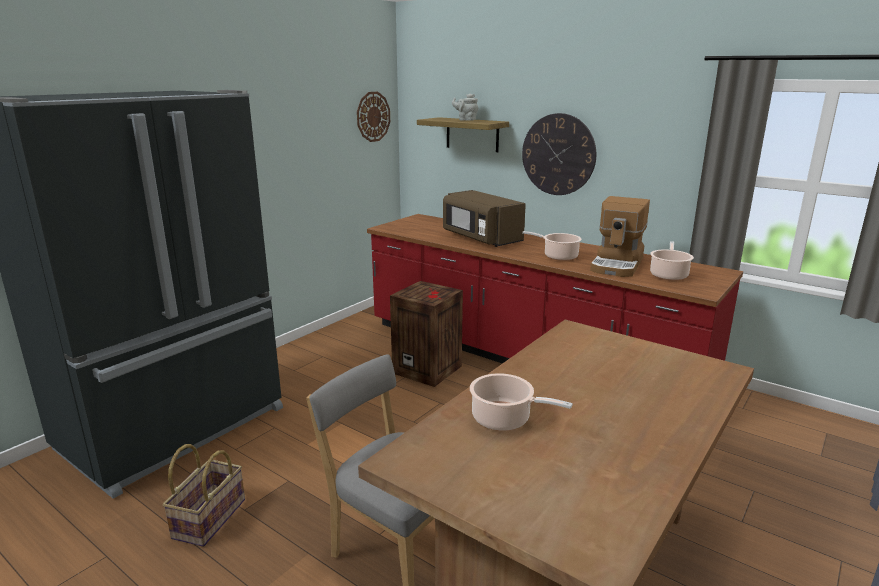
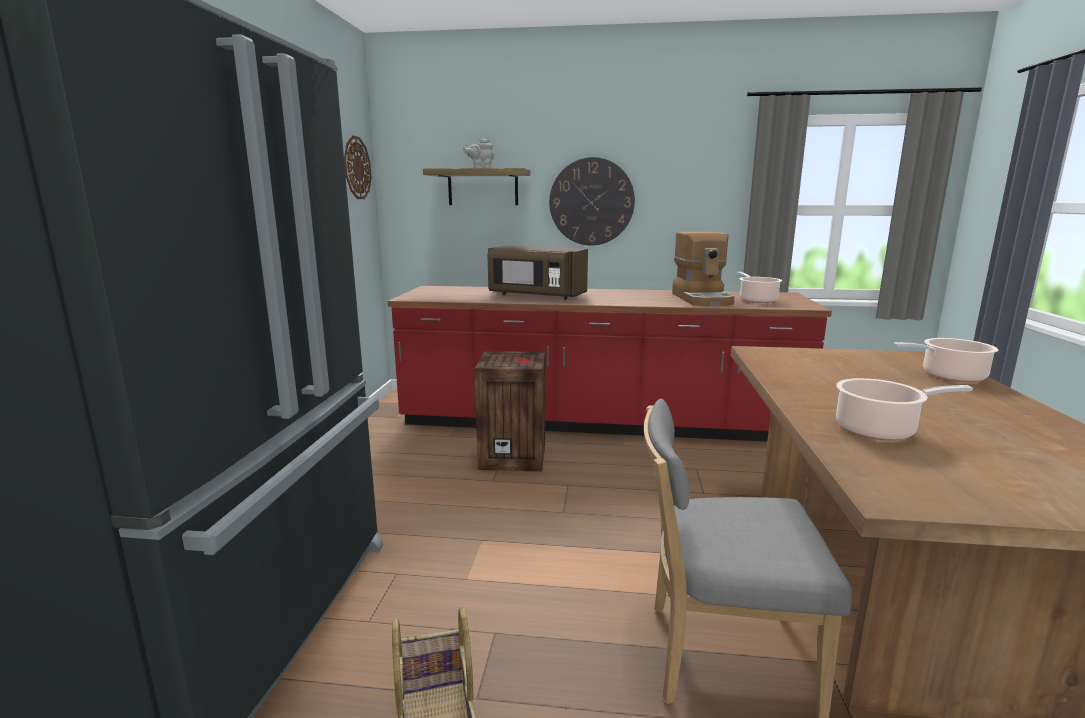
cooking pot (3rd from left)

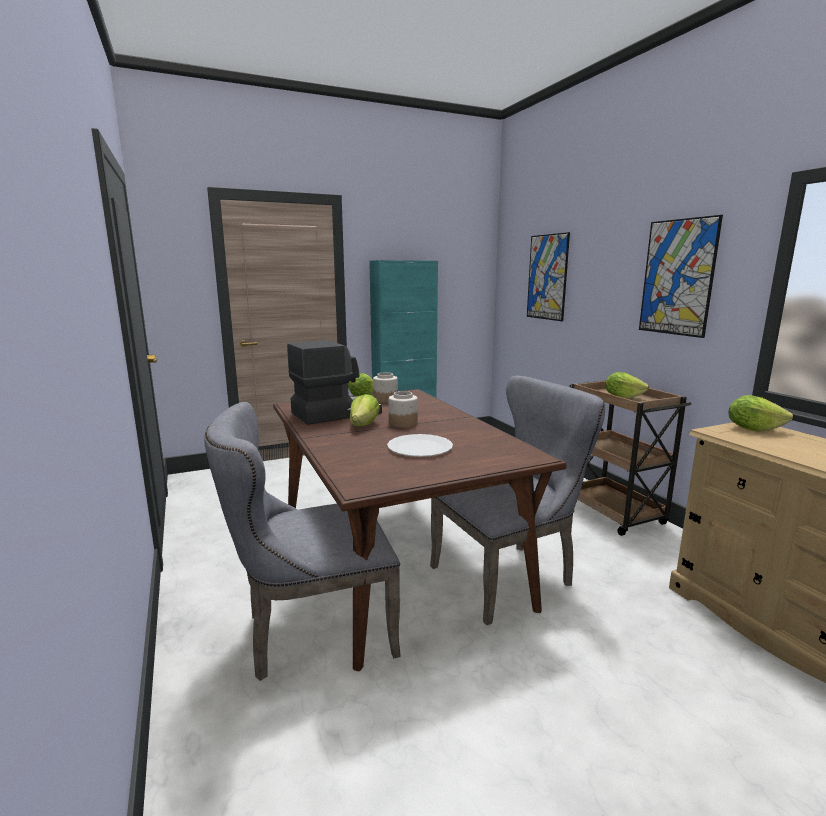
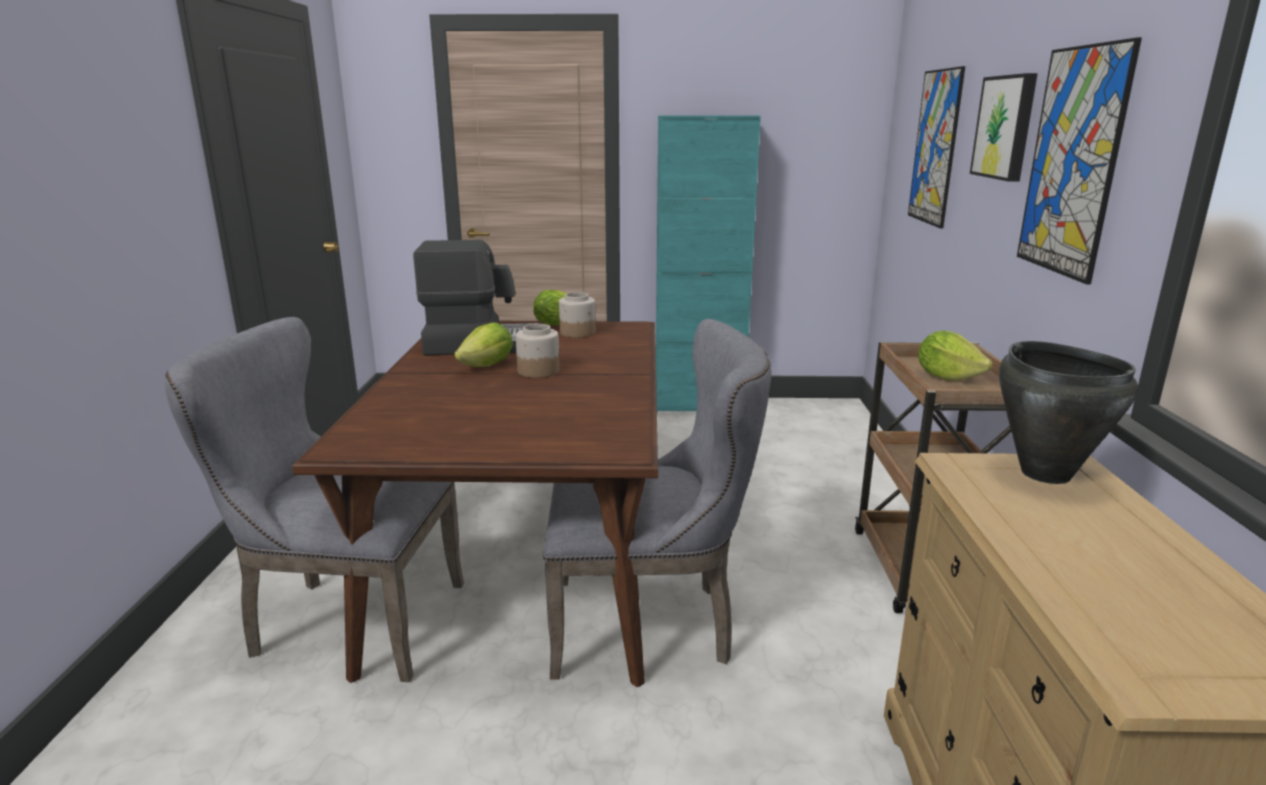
whitish plate; wall picture (2nd from left); black cooking pot

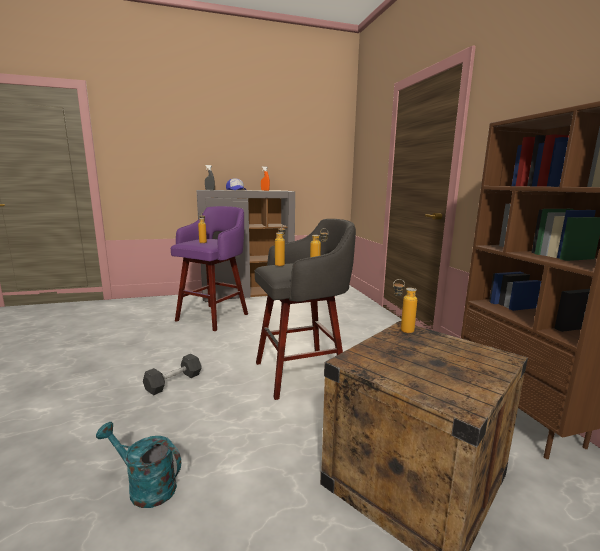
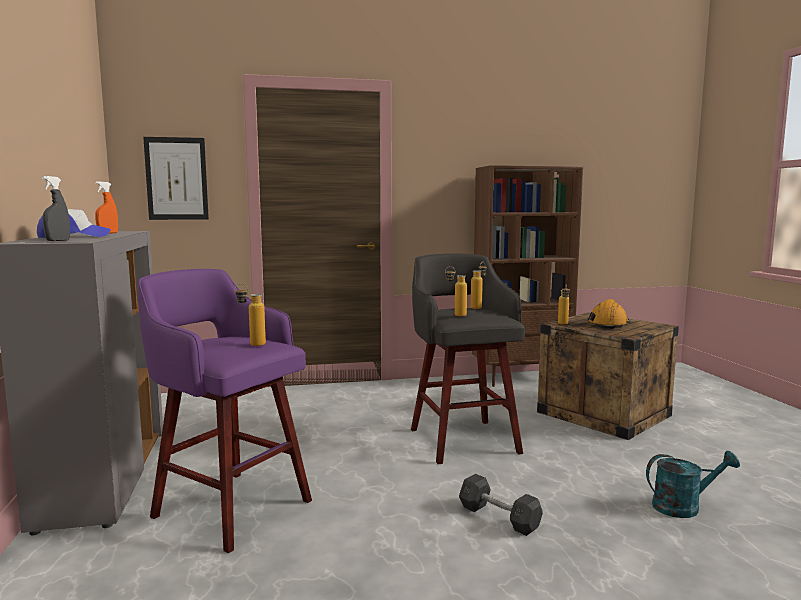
wall picture; orange-coloured work helmet; turquoise sprinkling can

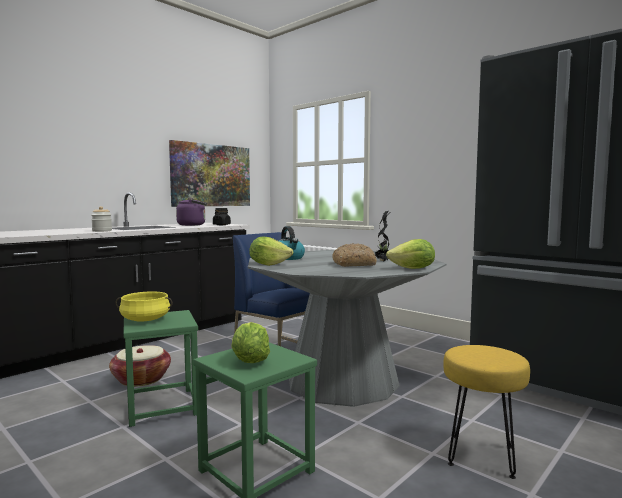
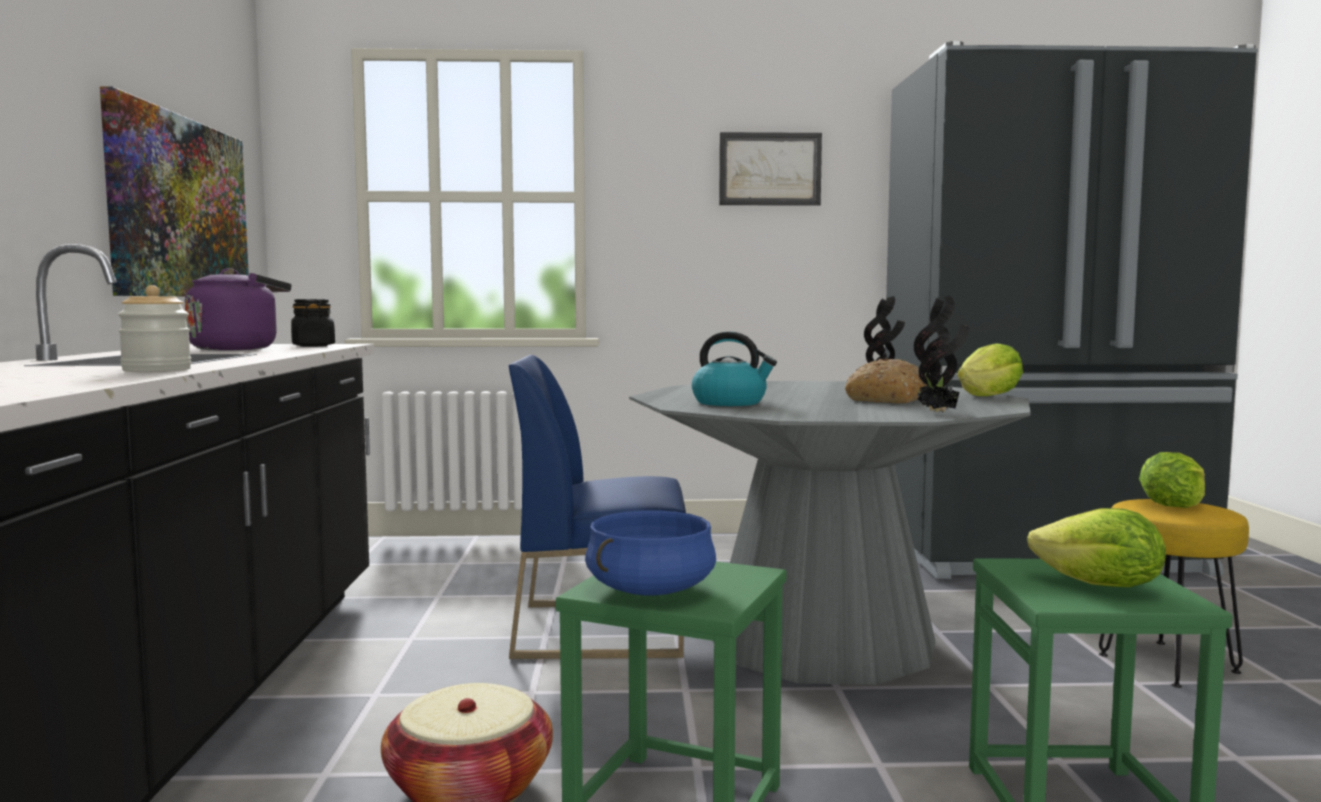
wall picture (2nd from left); houseplant (2nd from left); lettuce (3rd from left); blue-coloured cooking pot

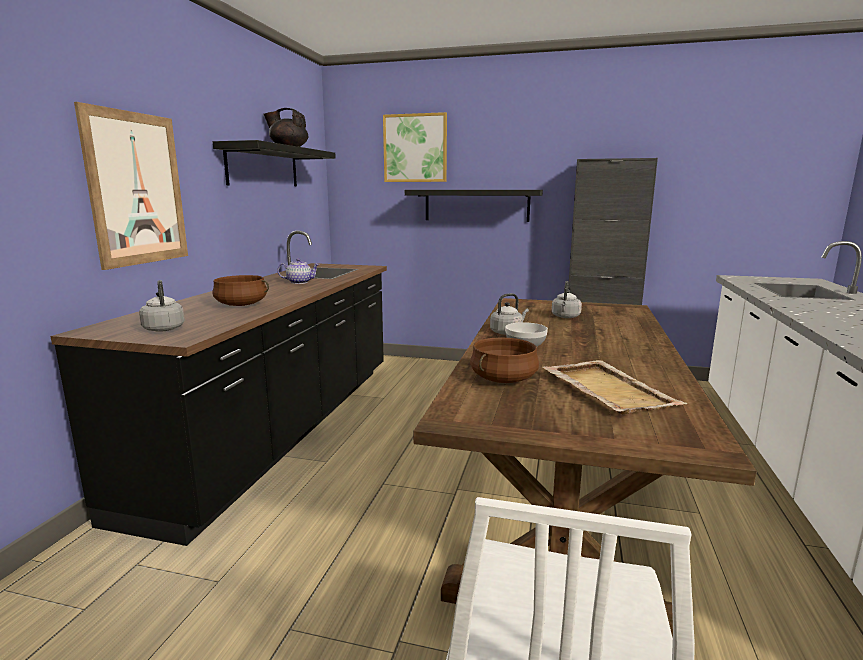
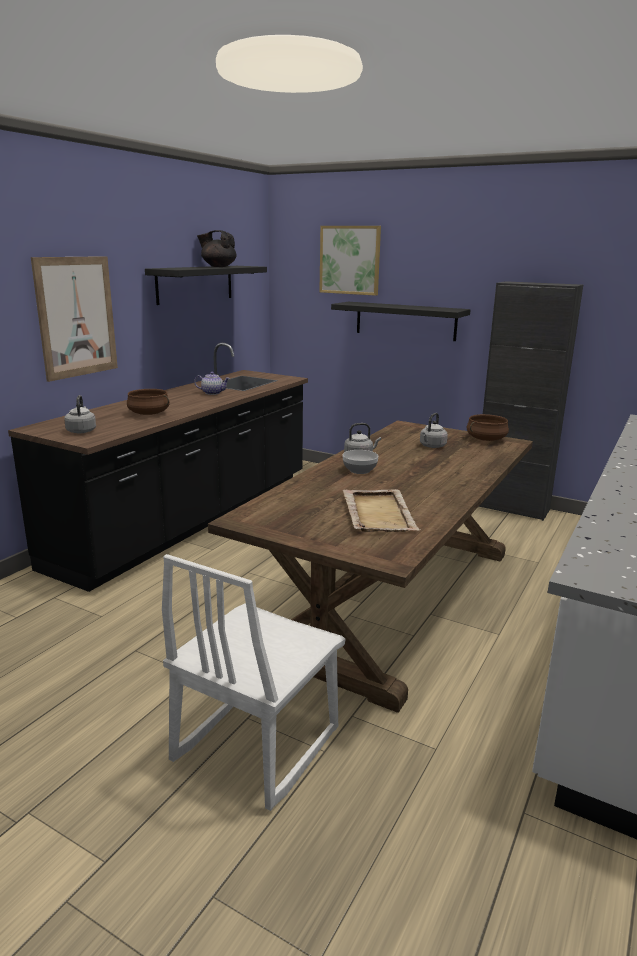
brown-coloured cooking pot (2nd from left)

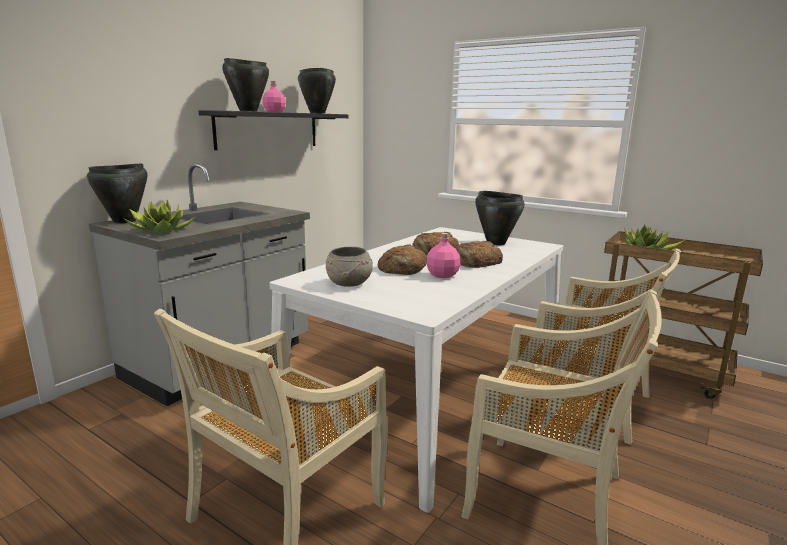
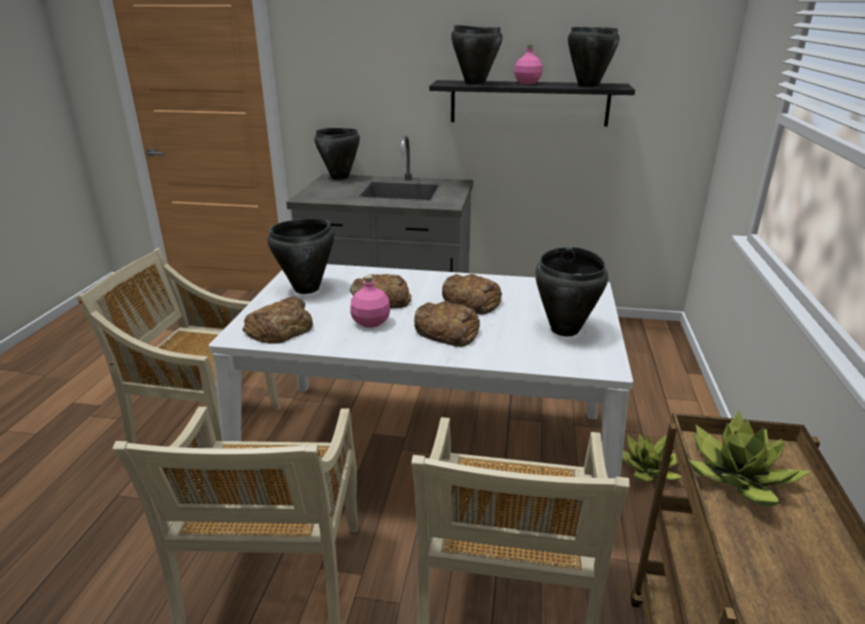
baked bread (1st from left); houseplant (1st from left); black cooking pot (1st from left)

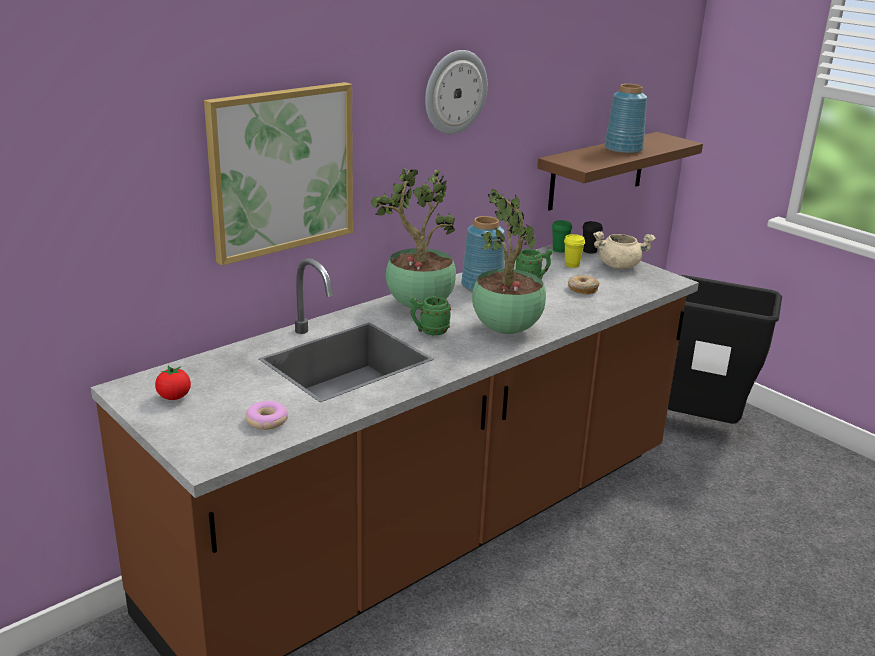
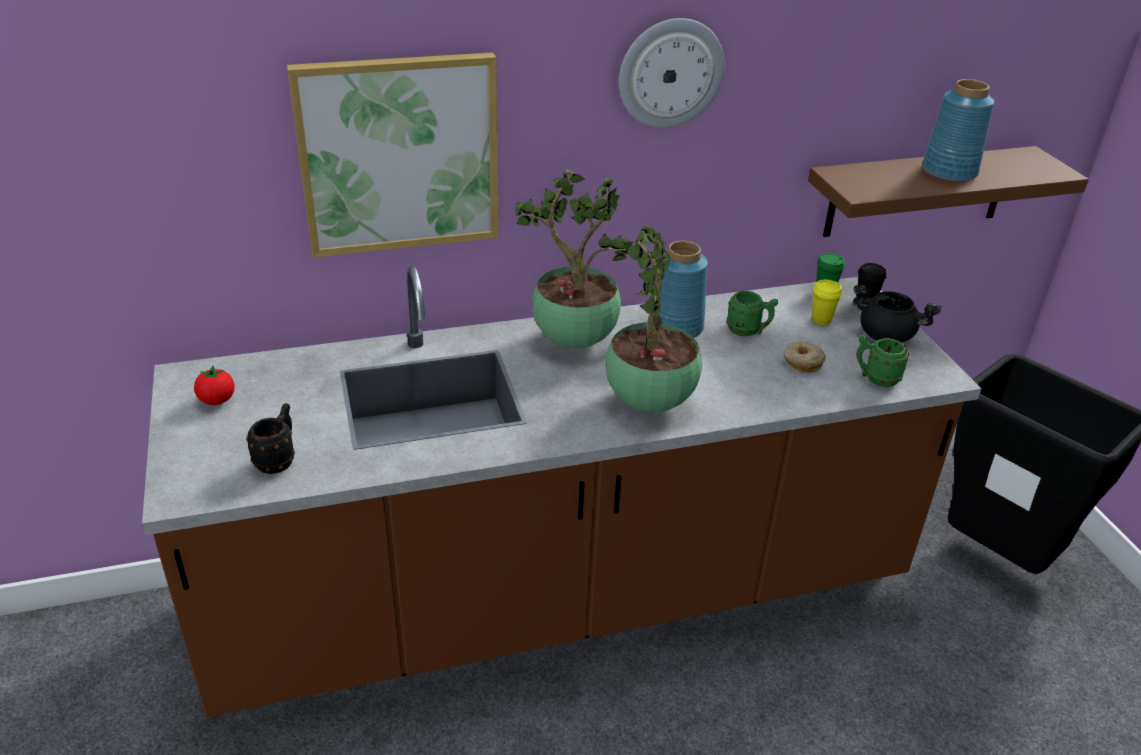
green mug (2nd from left); black mug; black cooking pot

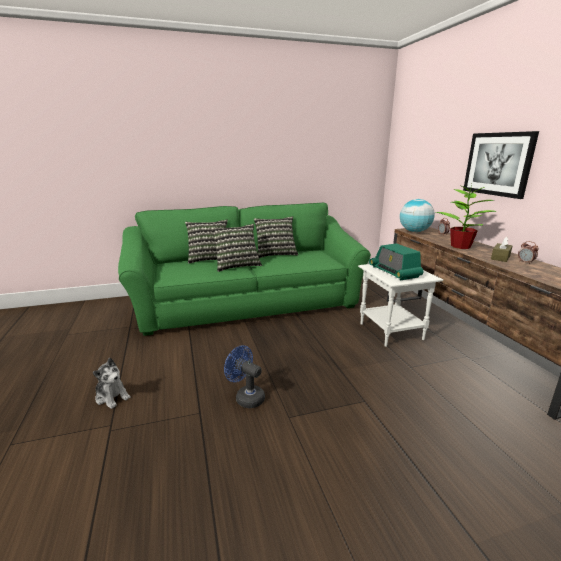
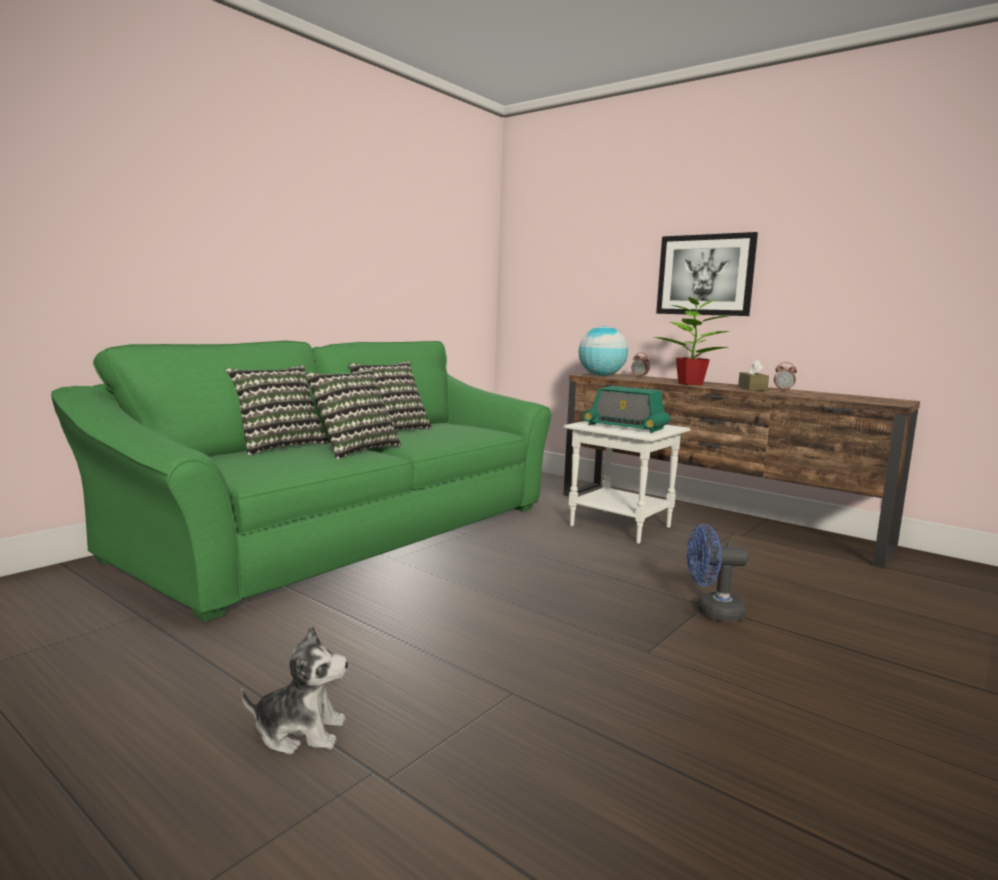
blue-coloured cooling fan

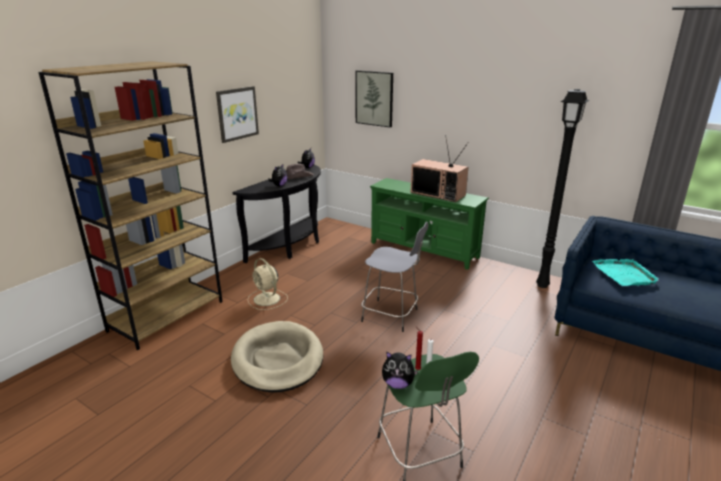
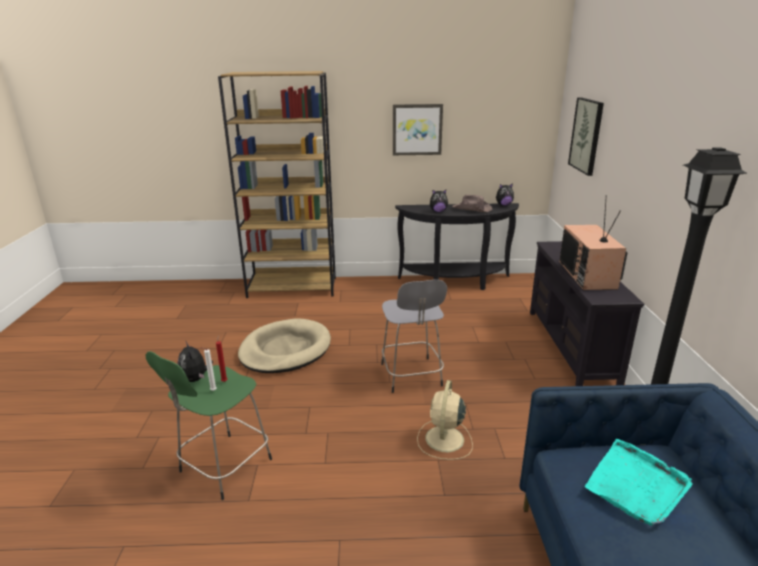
beige cooling fan; black tv unit

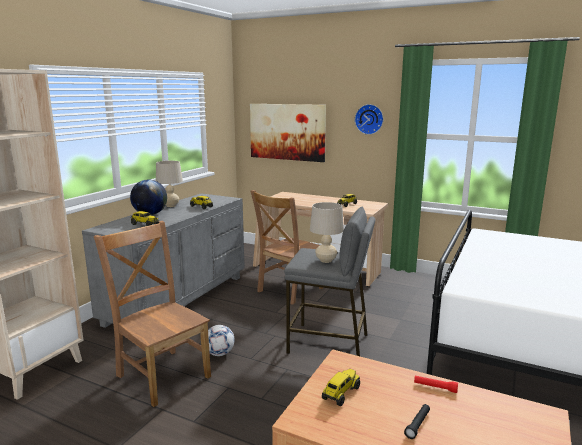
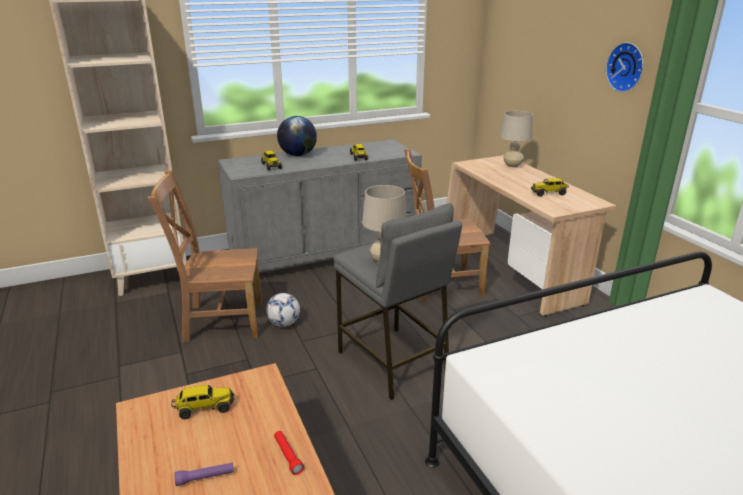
wall picture; beige lamp for a table (2nd from left); purple flashlight; brown-coloured upright chair (1st from left)

